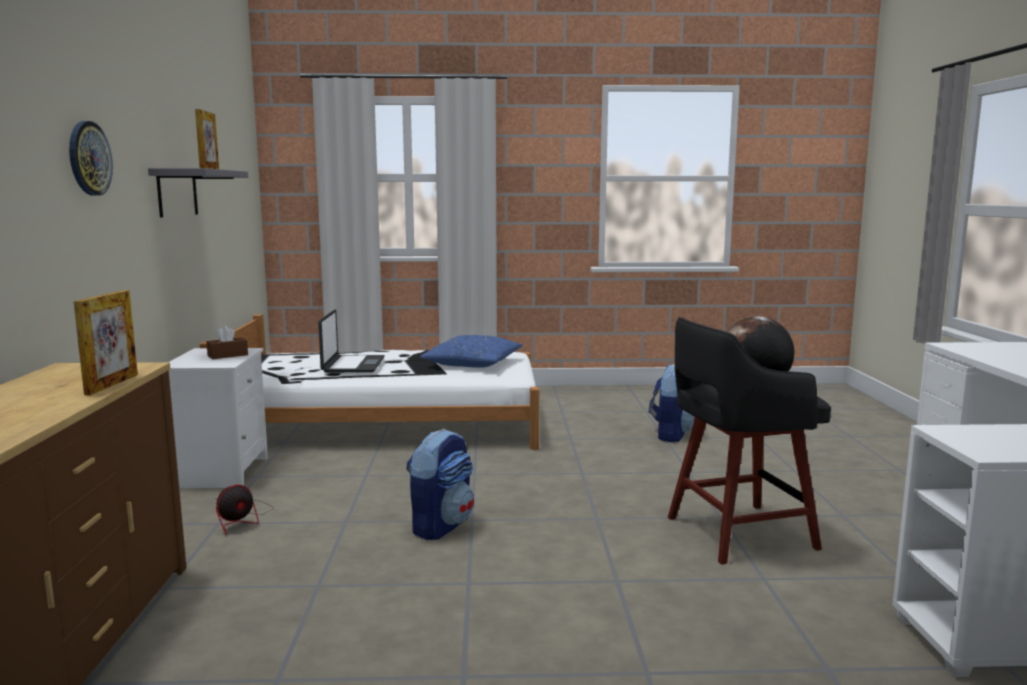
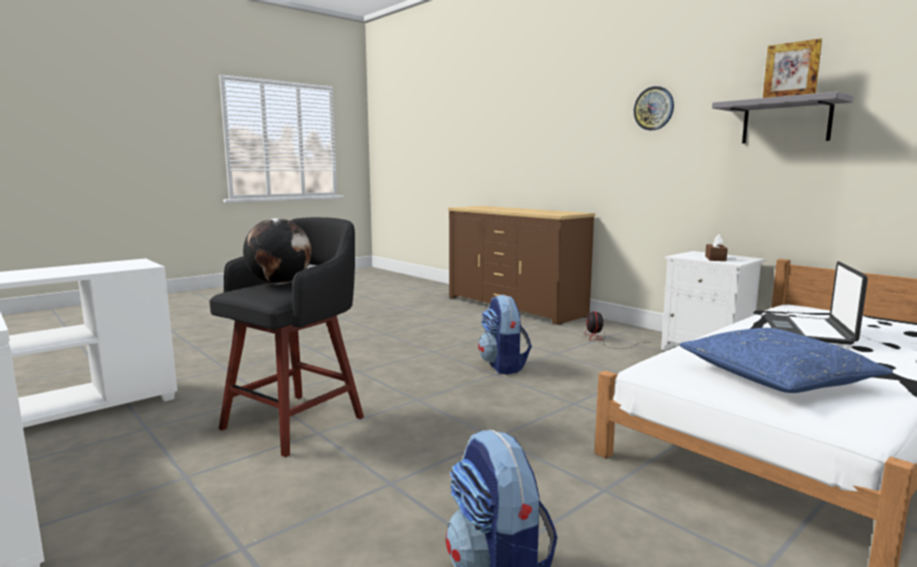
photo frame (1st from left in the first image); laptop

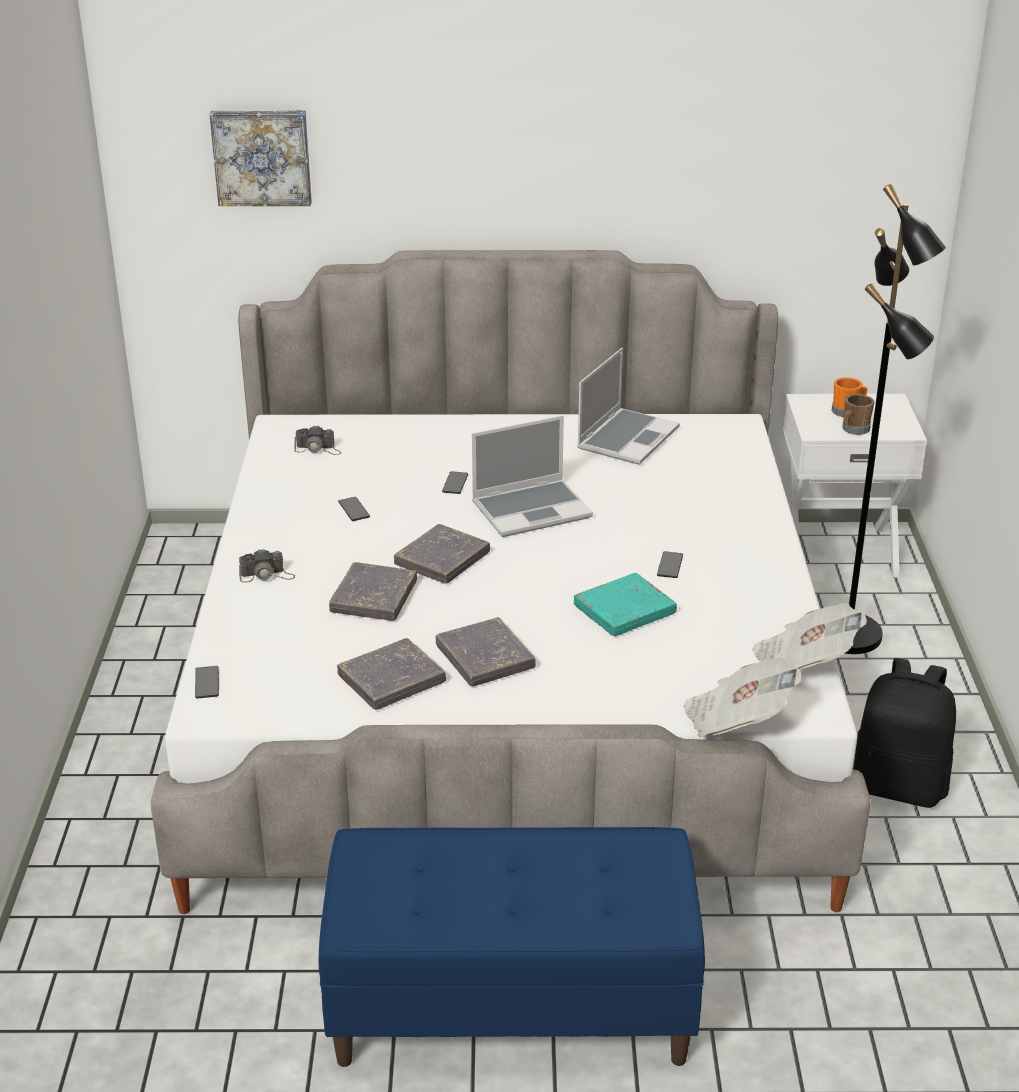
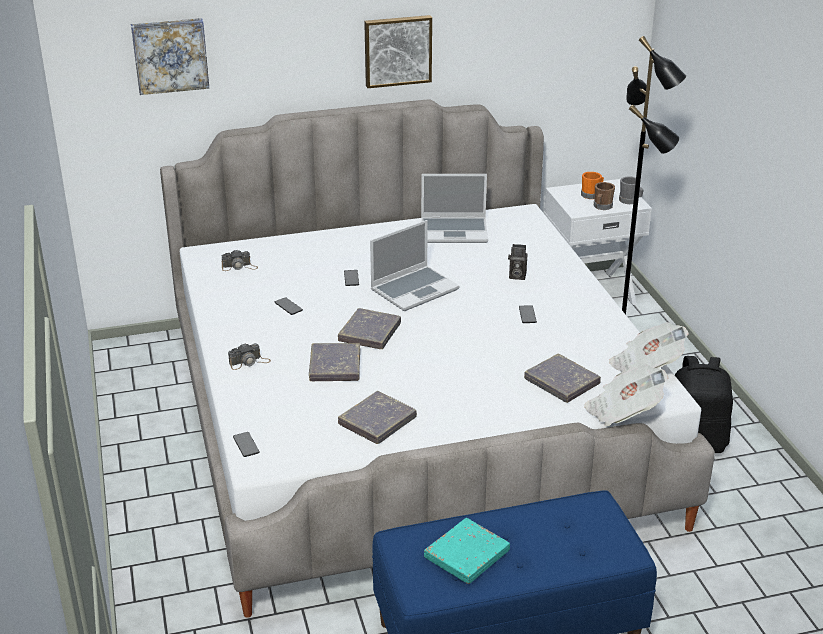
wall picture (2nd from left); photo camera (3rd from left); gray mug; gray bound book (4th from left); turquoise bound book; laptop (2nd from left)

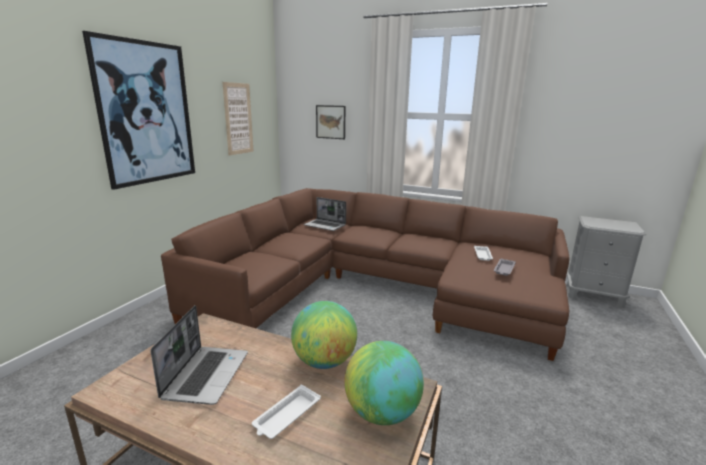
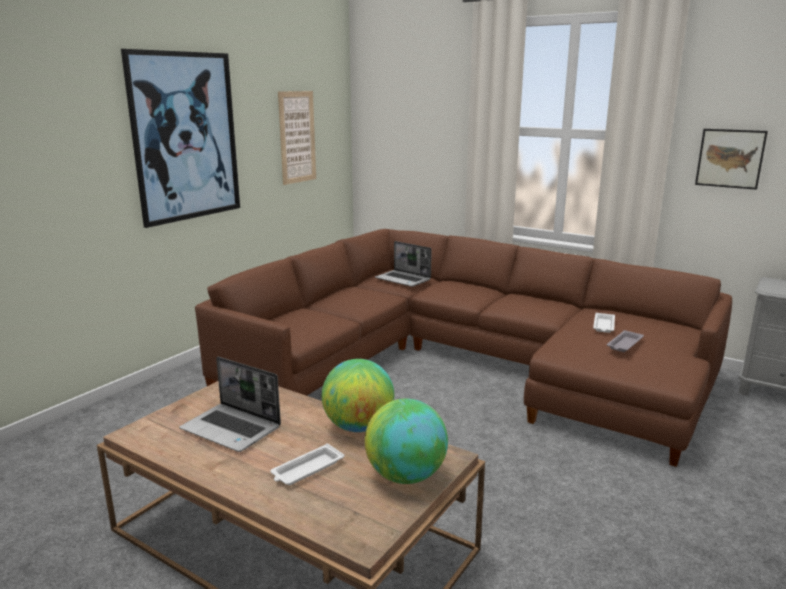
wall picture (3rd from left); laptop (1st from left)

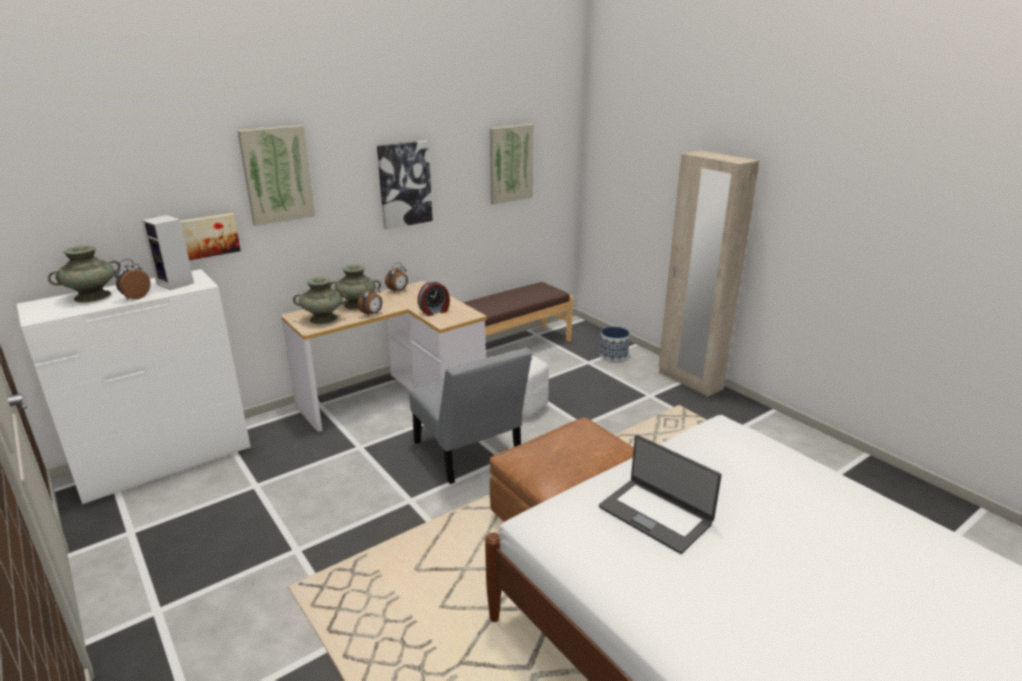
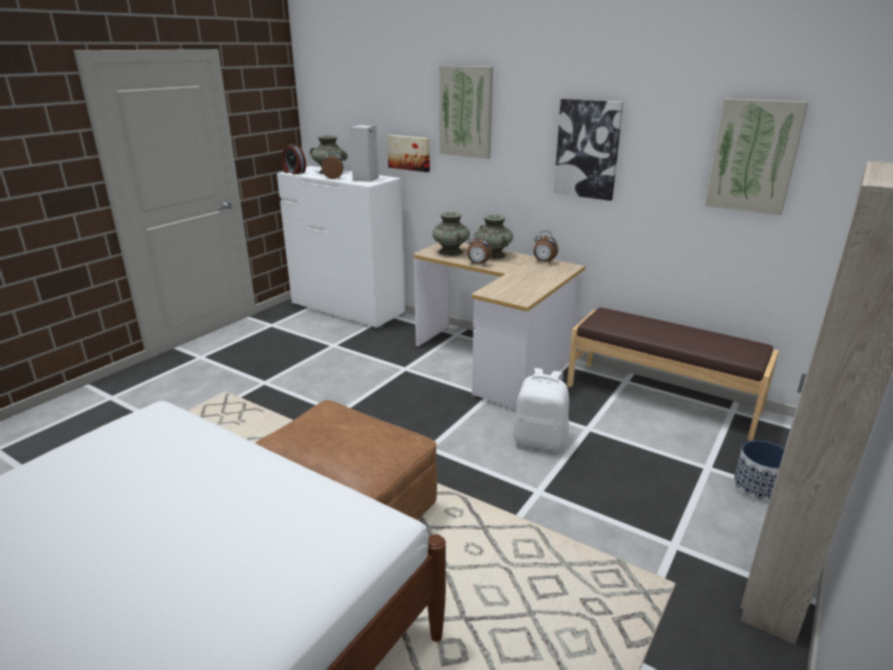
gray upright chair; laptop; alarm clock (1st from left)

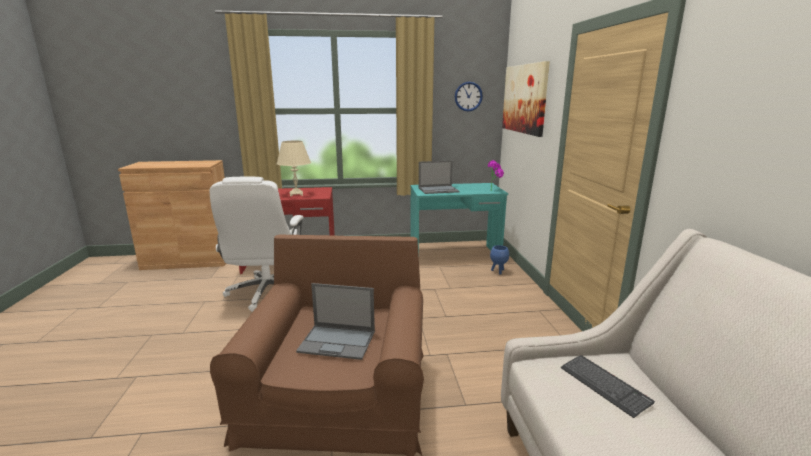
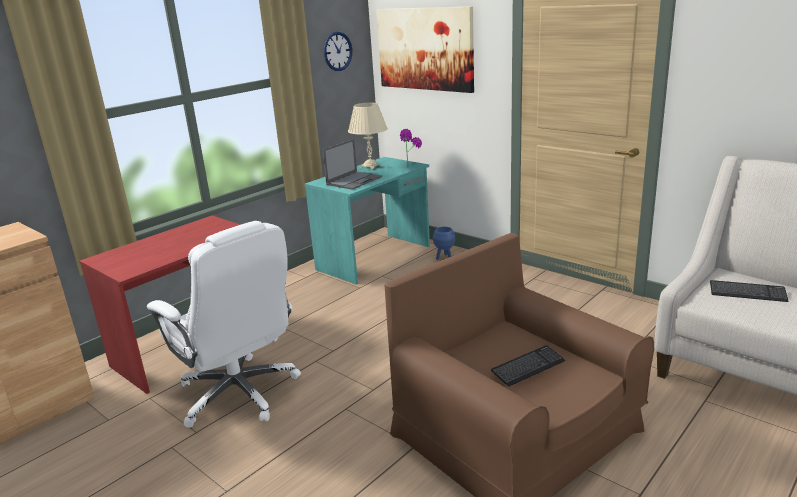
beige lamp for a table; computer keyboard (1st from left)

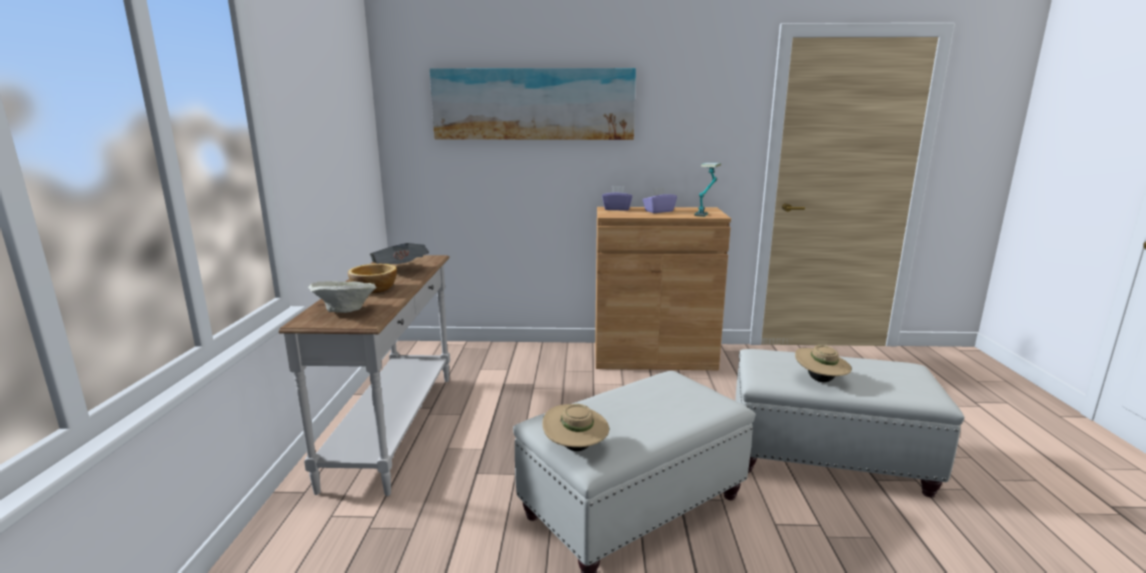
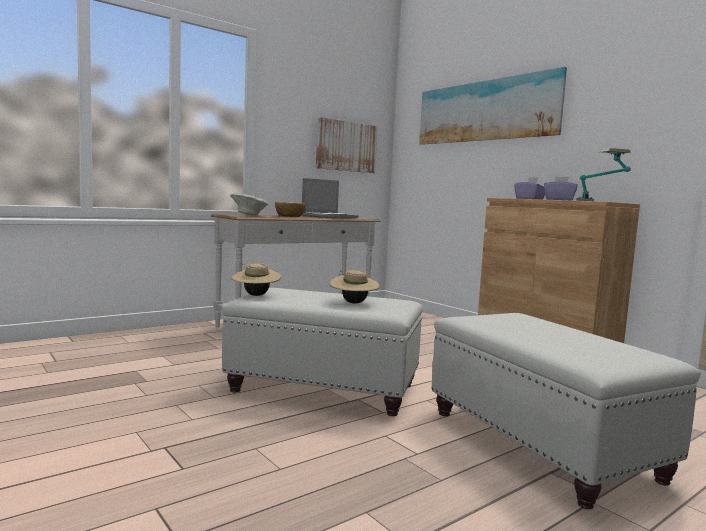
wall picture (1st from left); beige clothing hat (2nd from left); laptop

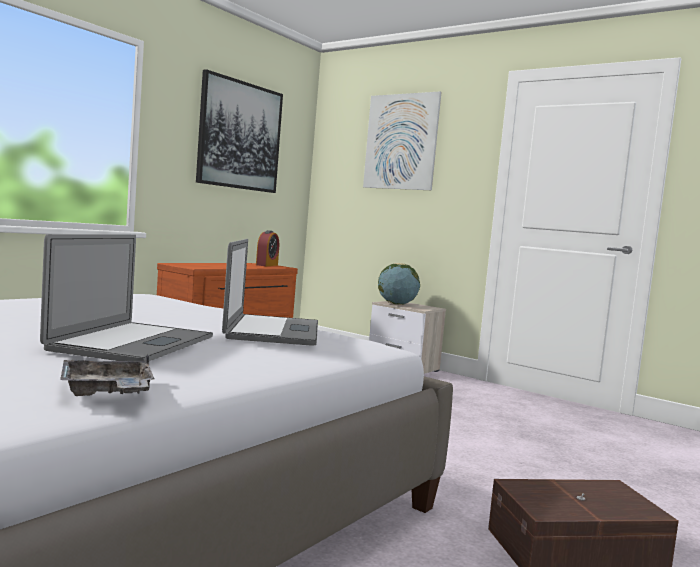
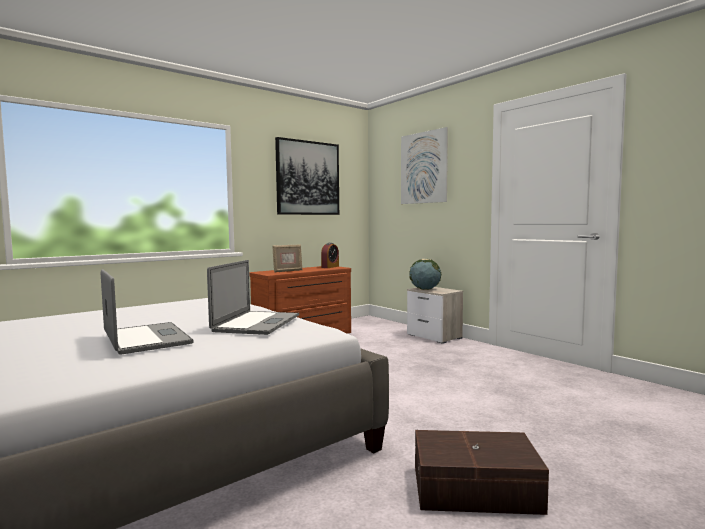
gray serving tray; photo frame; laptop (1st from left)

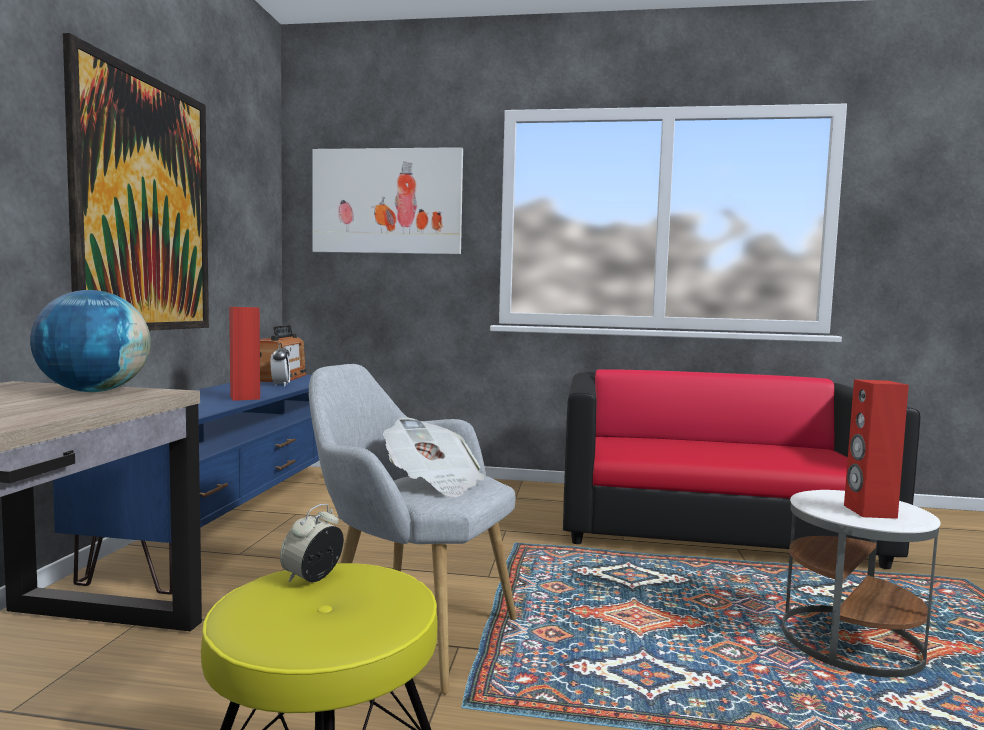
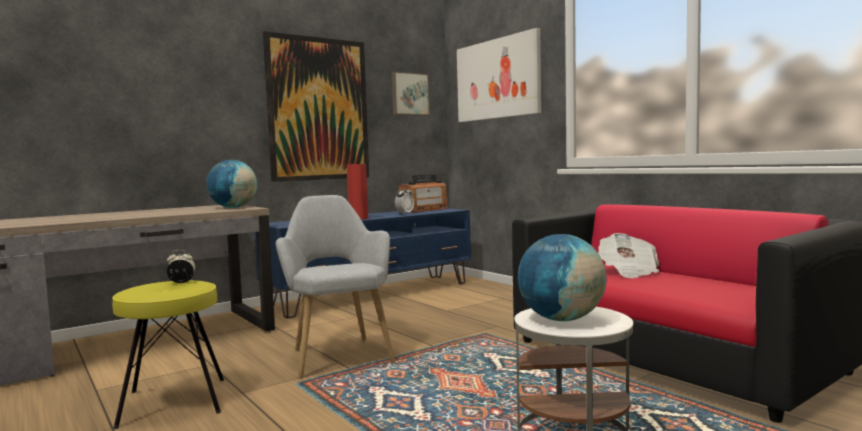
wall picture (2nd from left); newspaper; world globe (2nd from left)

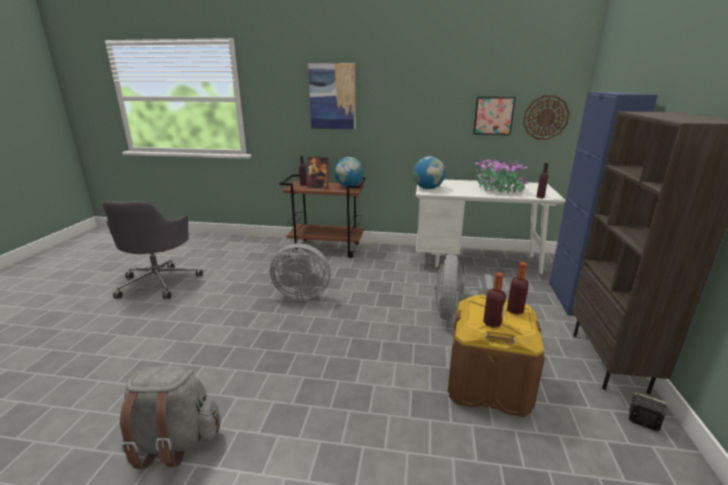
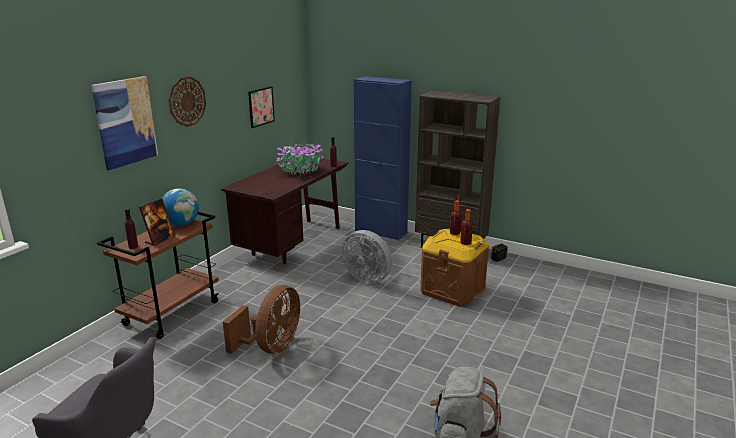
world globe (2nd from left in the first image); hanging clock; brown-coloured cooling fan; brown-coloured desk

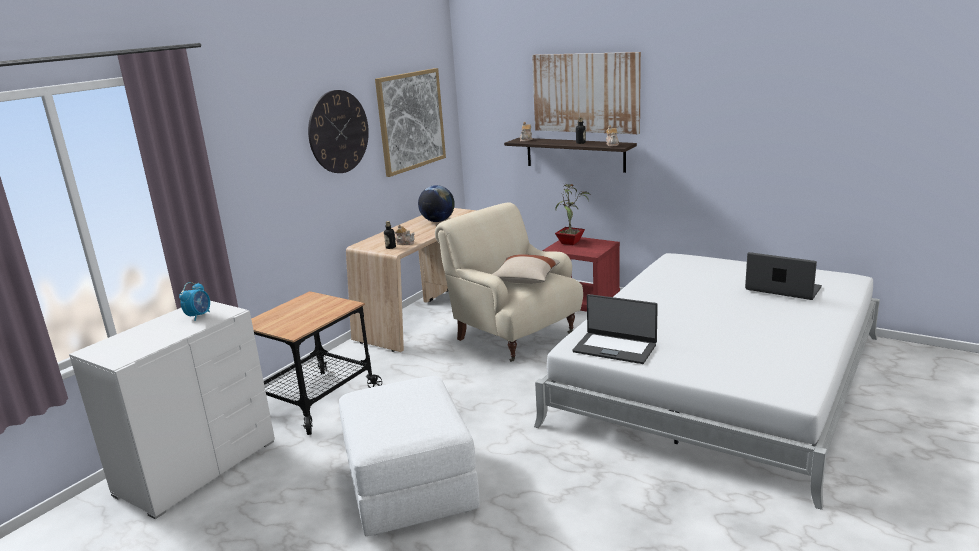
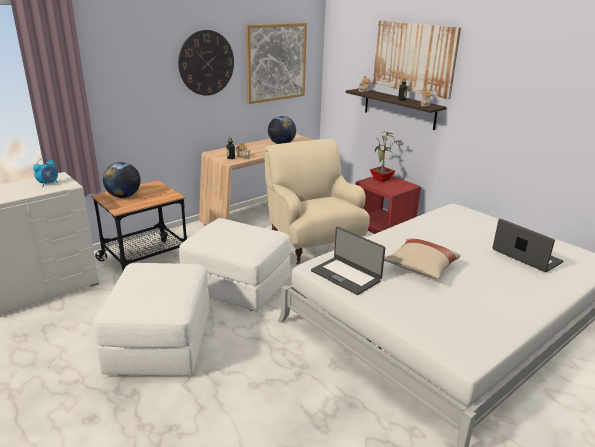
world globe (1st from left); whitish footrest (2nd from left); beige throw pillow

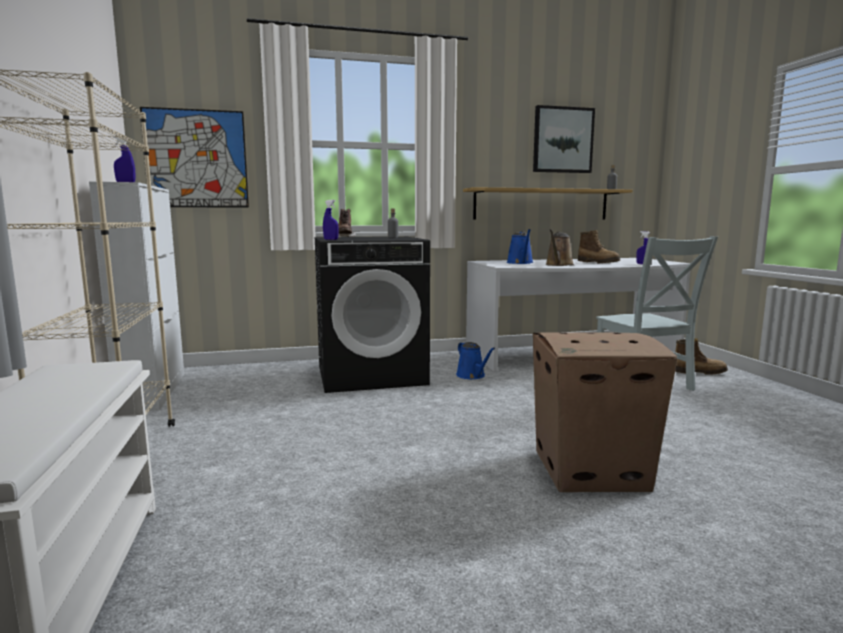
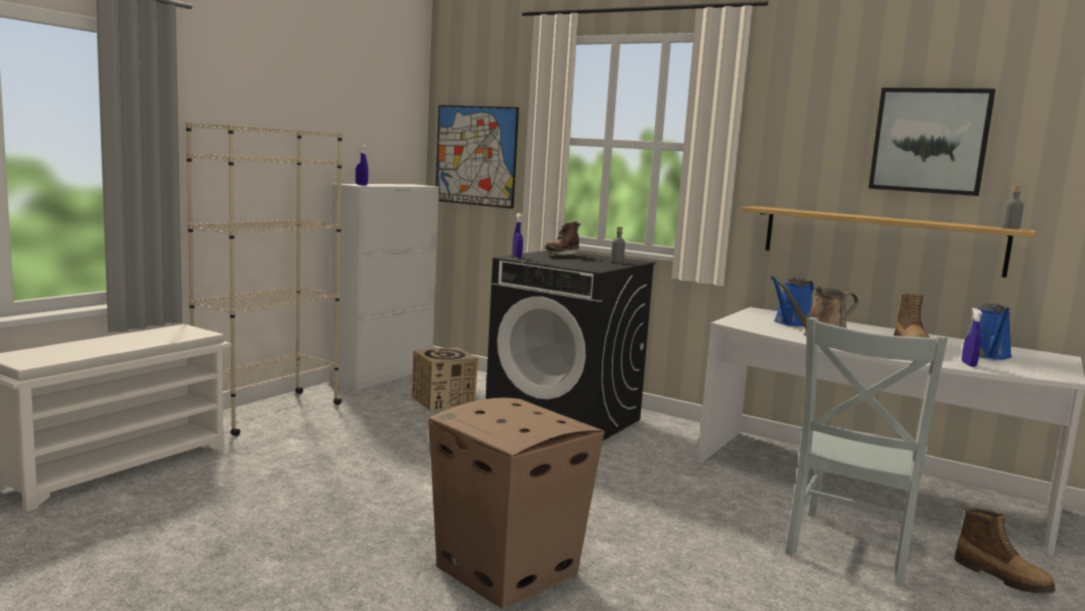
packing box (1st from left); blue-coloured sprinkling can (2nd from left)

